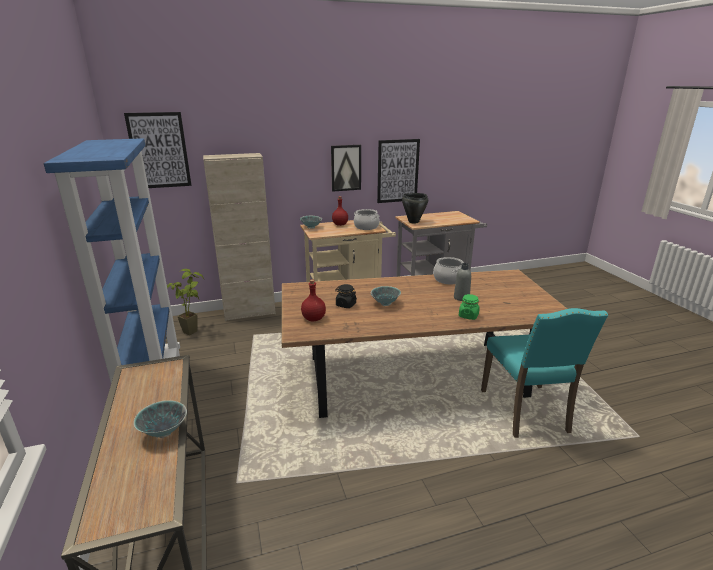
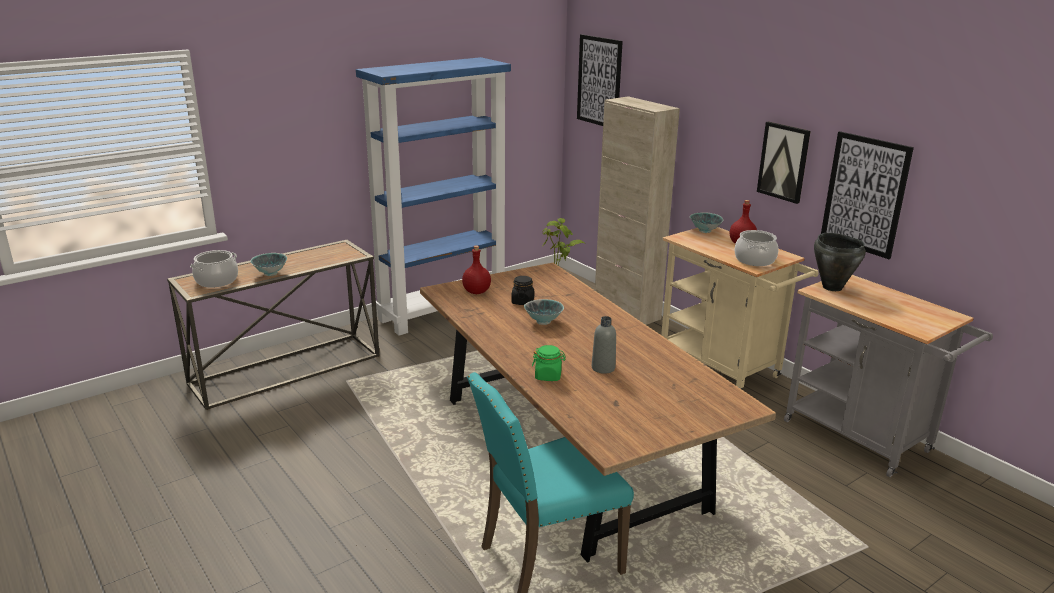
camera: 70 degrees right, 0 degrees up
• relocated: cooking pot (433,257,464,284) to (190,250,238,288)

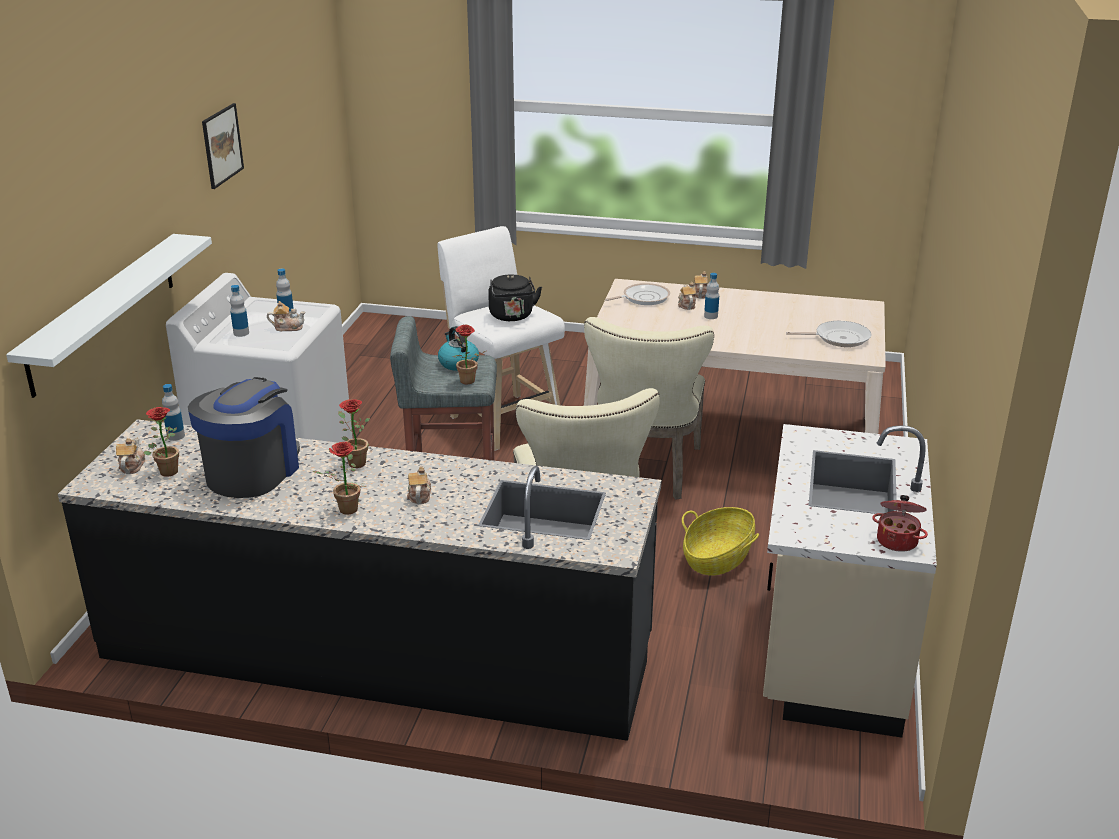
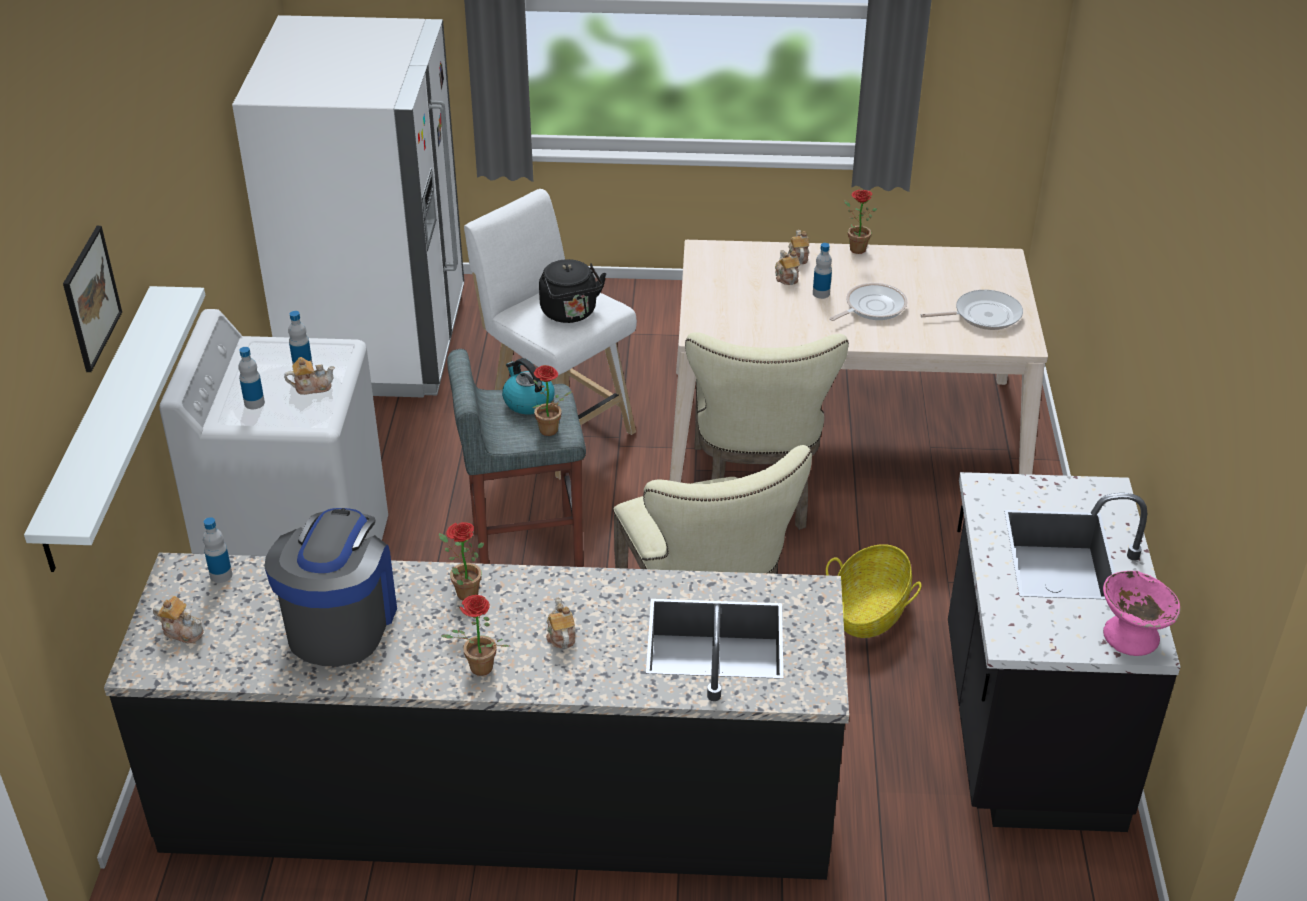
camera: 10 degrees left, 10 degrees up
• relocated: picture (202,103,244,189) to (63,226,122,372)
• relocated: frying pan (605,283,670,305) to (830,283,907,321)
• relocated: potted plant (143,407,179,477) to (844,190,878,254)
• colour: beige counter (763,424,937,738) to black counter (948,472,1181,832)
• spun: teapot (116,437,146,474) = (153,596,204,643) 120 degrees clockwise
• exchanged: cooking pot (872,495,928,552) to pink bowl (1103,571,1180,656)
• appeared: white fridge (232,15,464,398)

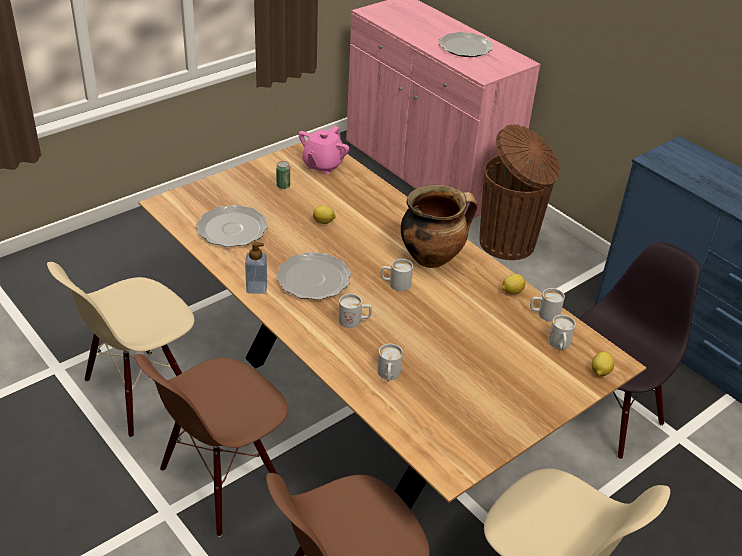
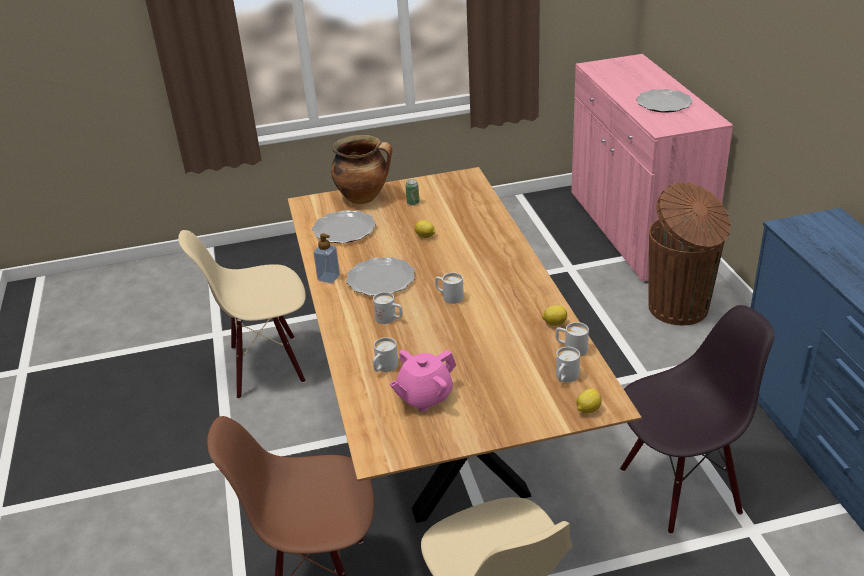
camera: 30 degrees right, 5 degrees down
• relocated: pink teapot (299,126,349,174) to (390,350,456,412)
• relocated: cooking pot (401,185,478,268) to (331,135,392,204)
• missing: brown chair (134,354,288,537)

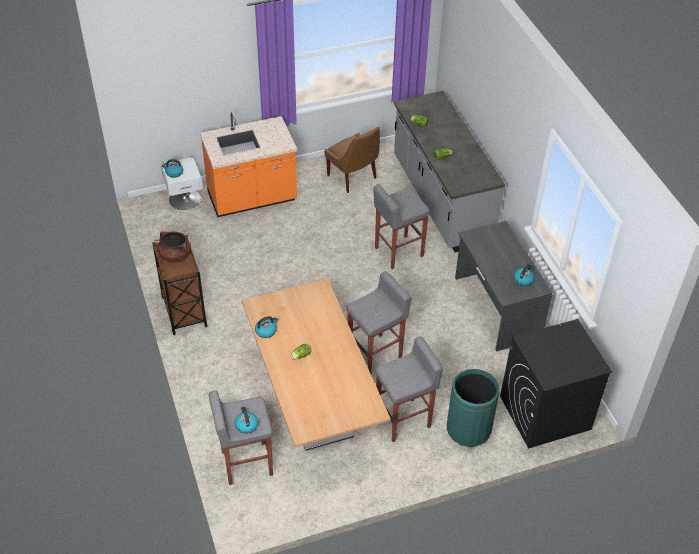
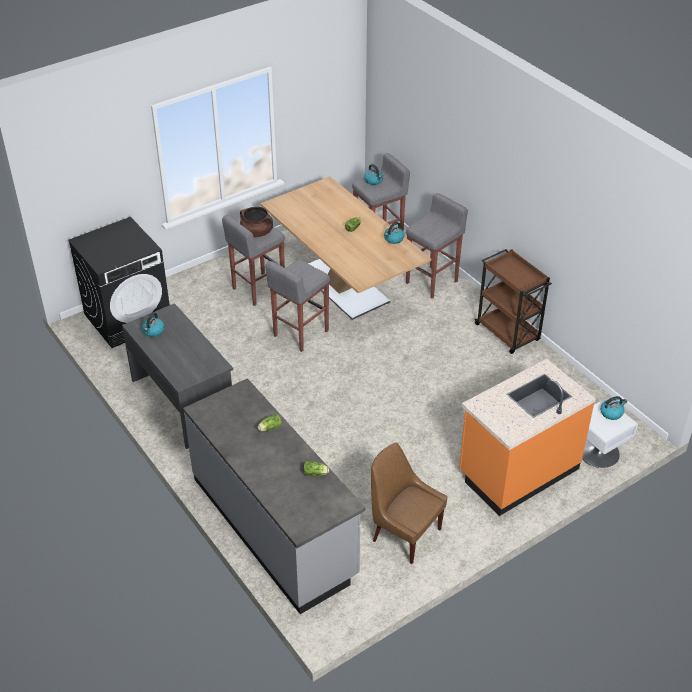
camera: 165 degrees right, 5 degrees down
• relocated: grey stool (373,184,430,269) to (406,193,468,299)
• relocated: brown cooking pot (157,231,191,263) to (240,207,273,237)
• missing: green trash can (447,369,499,447)

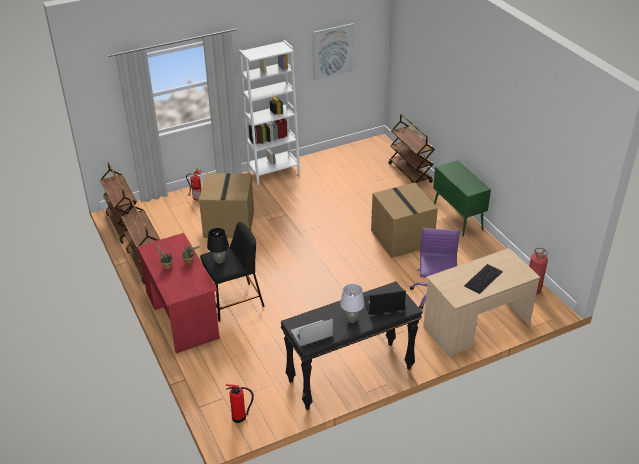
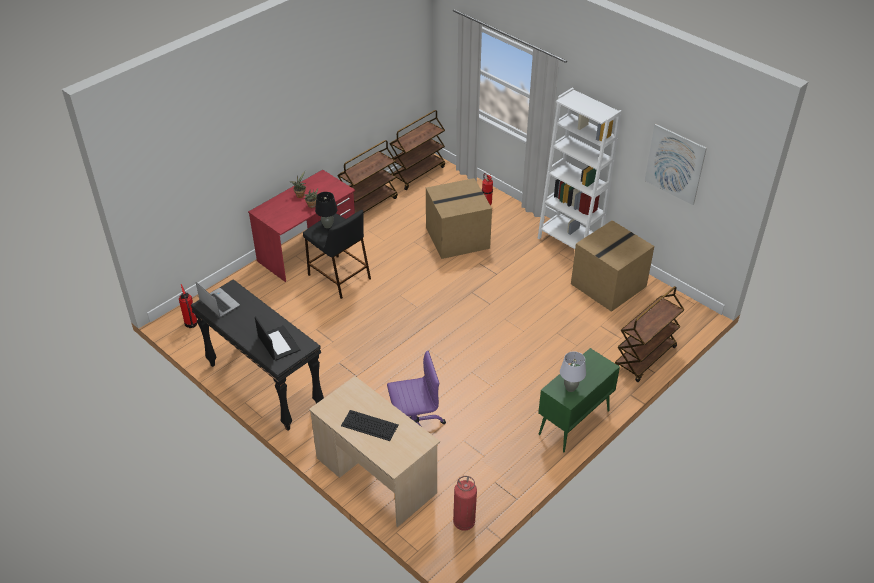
camera: 70 degrees right, 5 degrees up
• relocated: cardboard box (371,183,438,258) to (571,220,654,312)
• relocated: grey table lamp (340,284,365,323) to (560,351,586,392)

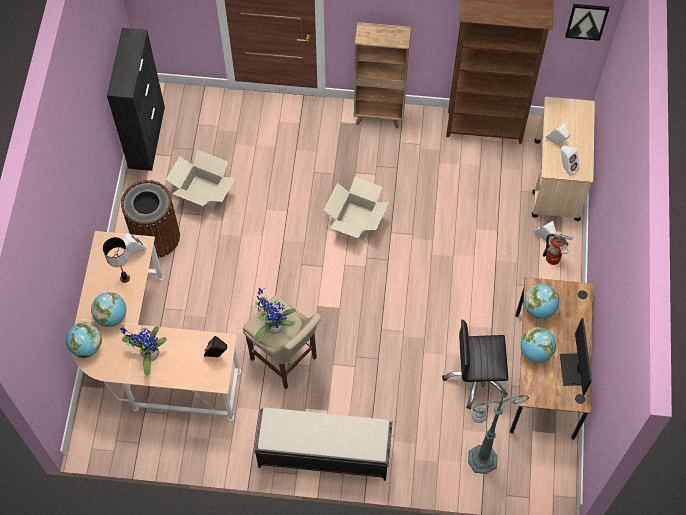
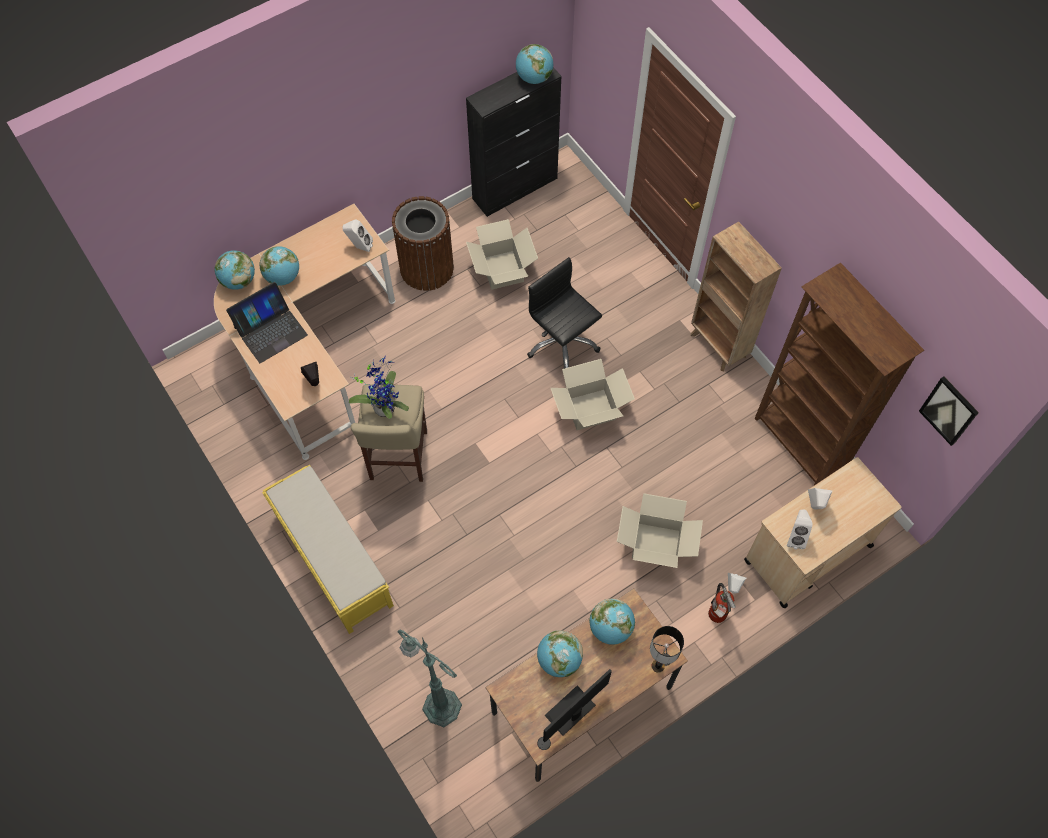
camera: 50 degrees right, 0 degrees up
• relocated: table lamp (103,237,130,283) to (650,626,684,673)
• relocated: black office chair (442,320,508,409) to (527,257,602,369)
• exchanged: potted plant (120,326,167,376) to laptop (226,282,308,363)
• colour: black bench (254,407,393,481) to yellow bench (262,465,394,634)
• appeared: globe (516,44,553,84)
• appeared: cardboard box (617,493,703,568)

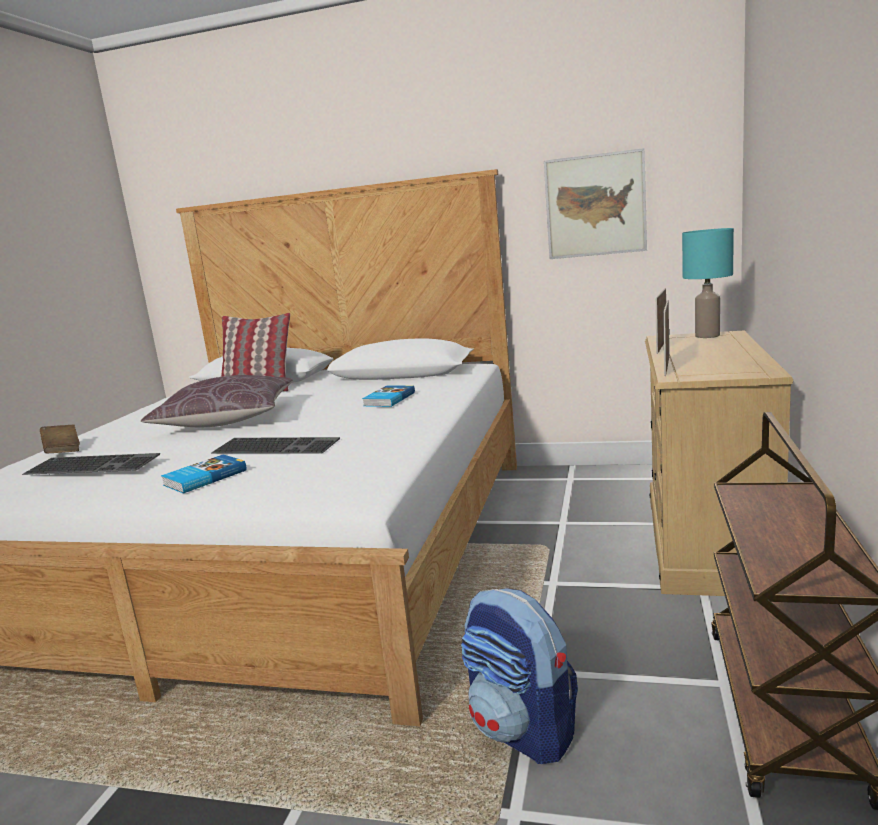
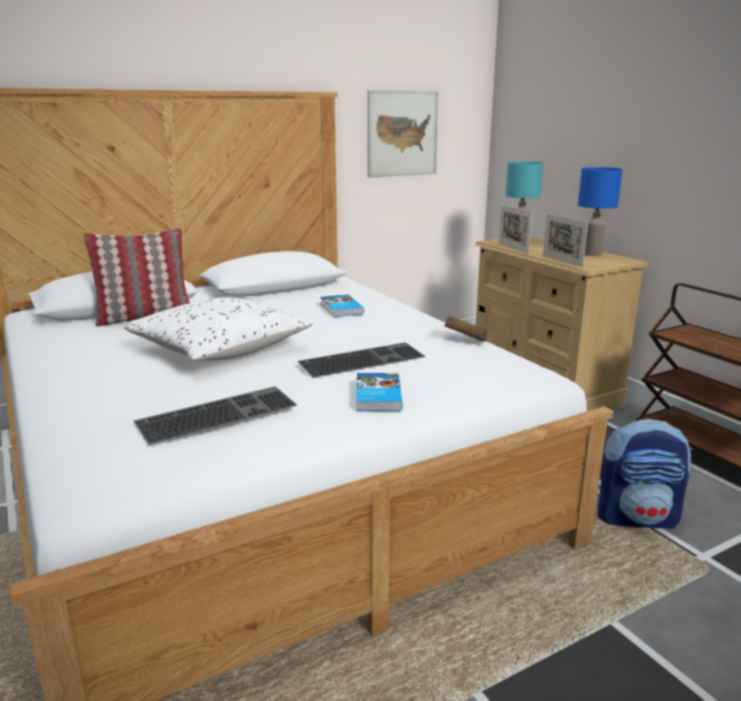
camera: 45 degrees left, 5 degrees up
• colour: brown pillow (141,375,293,427) to white pillow (124,297,313,361)
• relocated: brown book (40,424,80,453) to (444,316,488,342)
• appeared: blue table lamp (578,167,623,256)

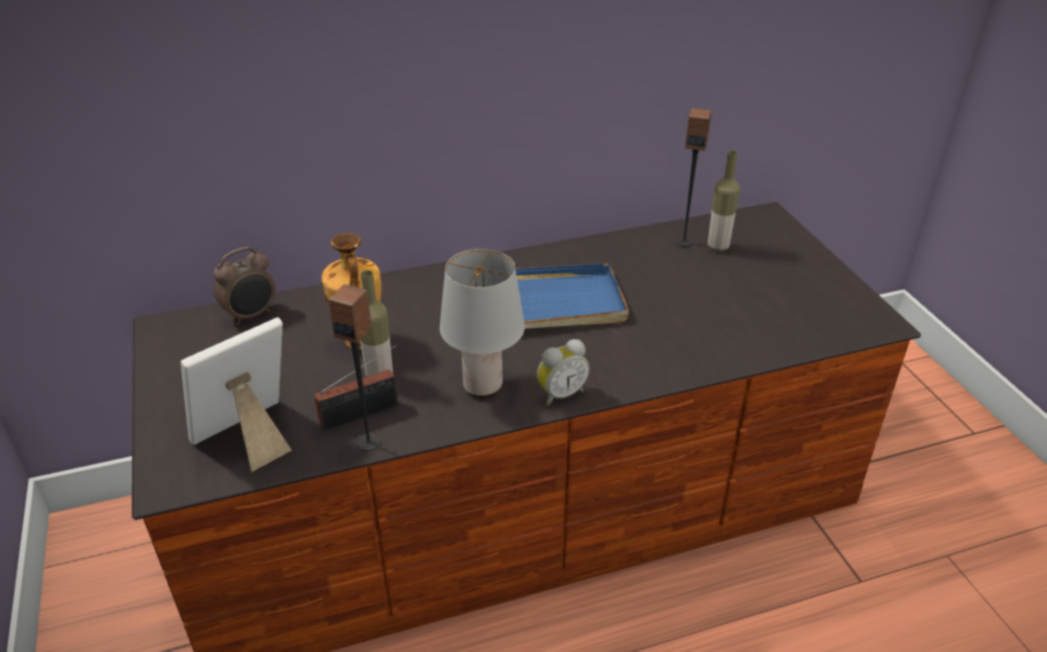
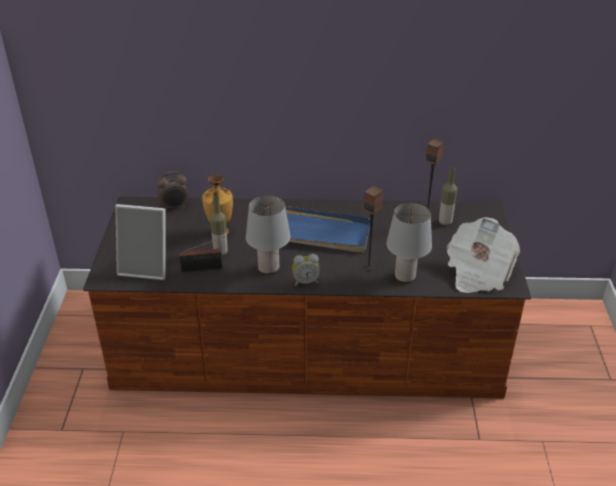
camera: 20 degrees right, 0 degrees up
• relocated: speaker (328,284,381,451) to (363,186,383,271)
• spun: picture frame (181,317,292,472) = (115,204,166,280) 150 degrees counterclockwise
• appeared: grey table lamp (387,203,432,283)
• appeared: newspaper (446,217,520,293)

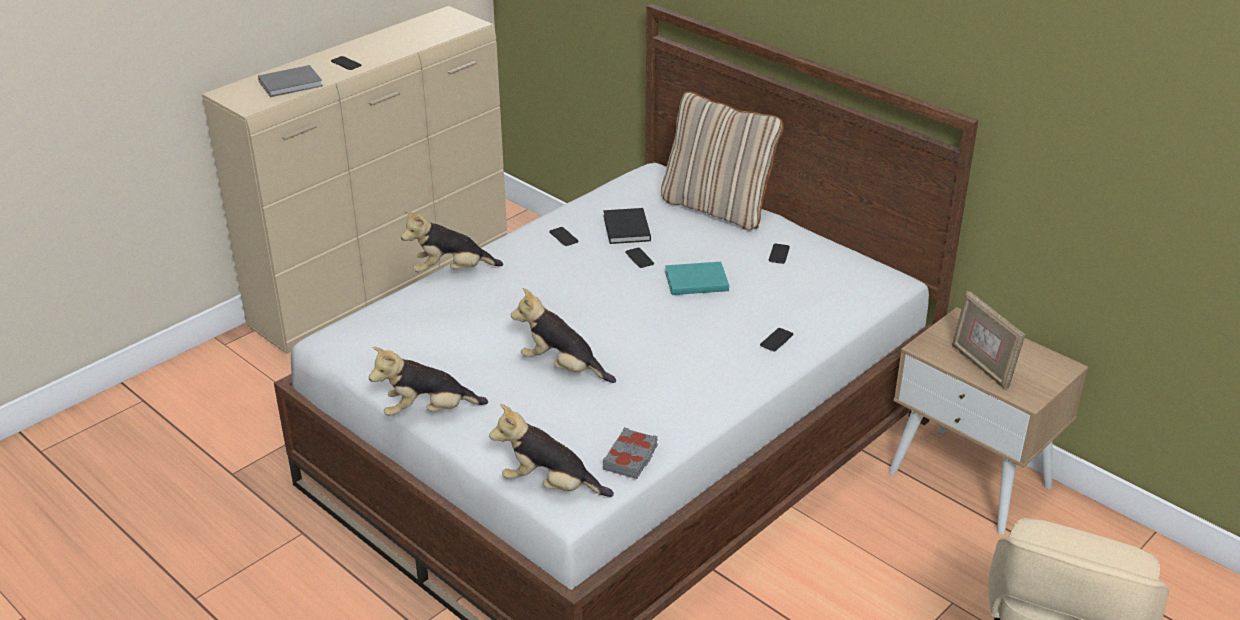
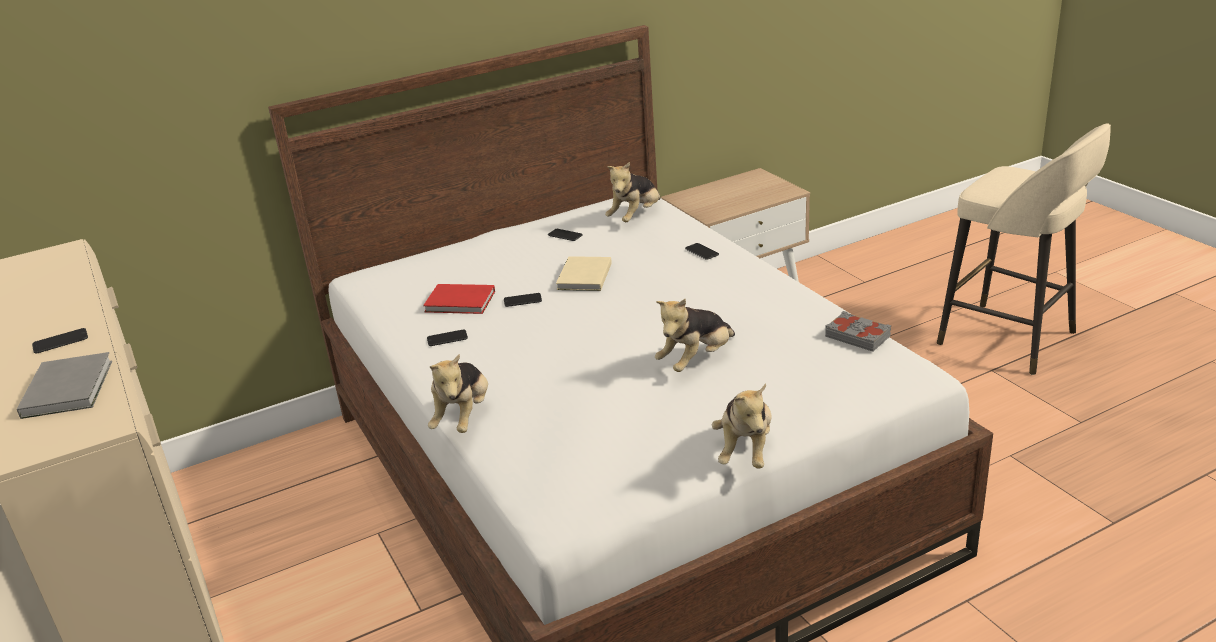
camera: 70 degrees left, 5 degrees down
• missing: beige pillow (661,91,784,230)
• colour: black book (603,208,651,244) to red book (423,284,495,314)
• colour: turquoise book (665,262,729,295) to beige book (556,256,612,291)
• missing: picture frame (952,291,1025,390)
• relocated: plush toy (489,404,614,497) to (605,162,660,222)

